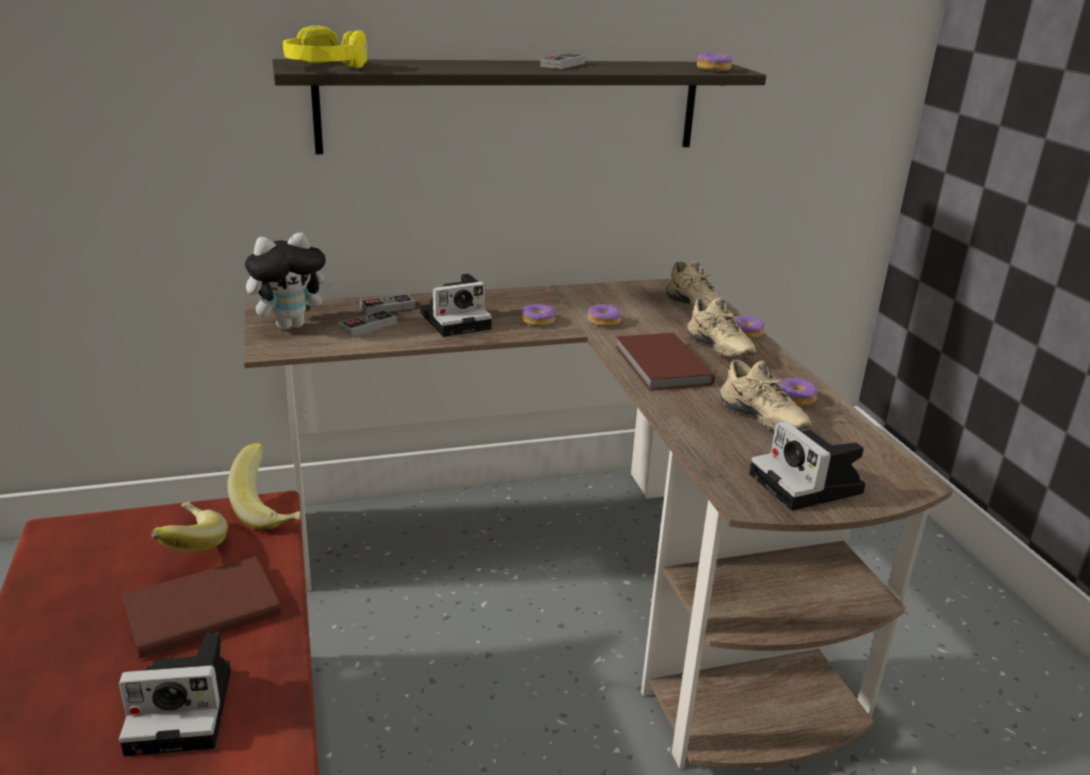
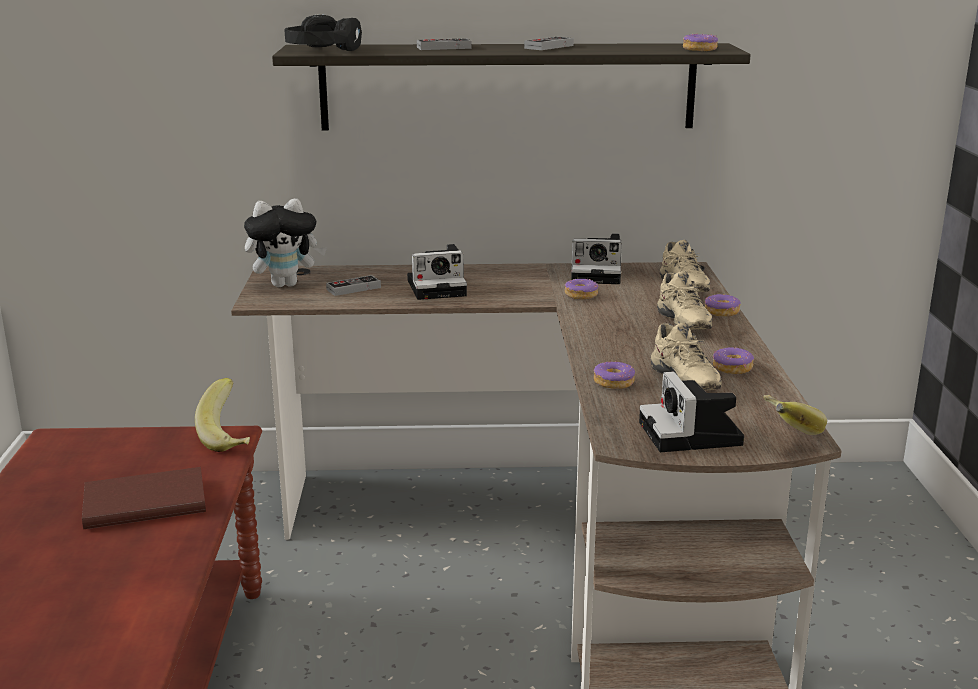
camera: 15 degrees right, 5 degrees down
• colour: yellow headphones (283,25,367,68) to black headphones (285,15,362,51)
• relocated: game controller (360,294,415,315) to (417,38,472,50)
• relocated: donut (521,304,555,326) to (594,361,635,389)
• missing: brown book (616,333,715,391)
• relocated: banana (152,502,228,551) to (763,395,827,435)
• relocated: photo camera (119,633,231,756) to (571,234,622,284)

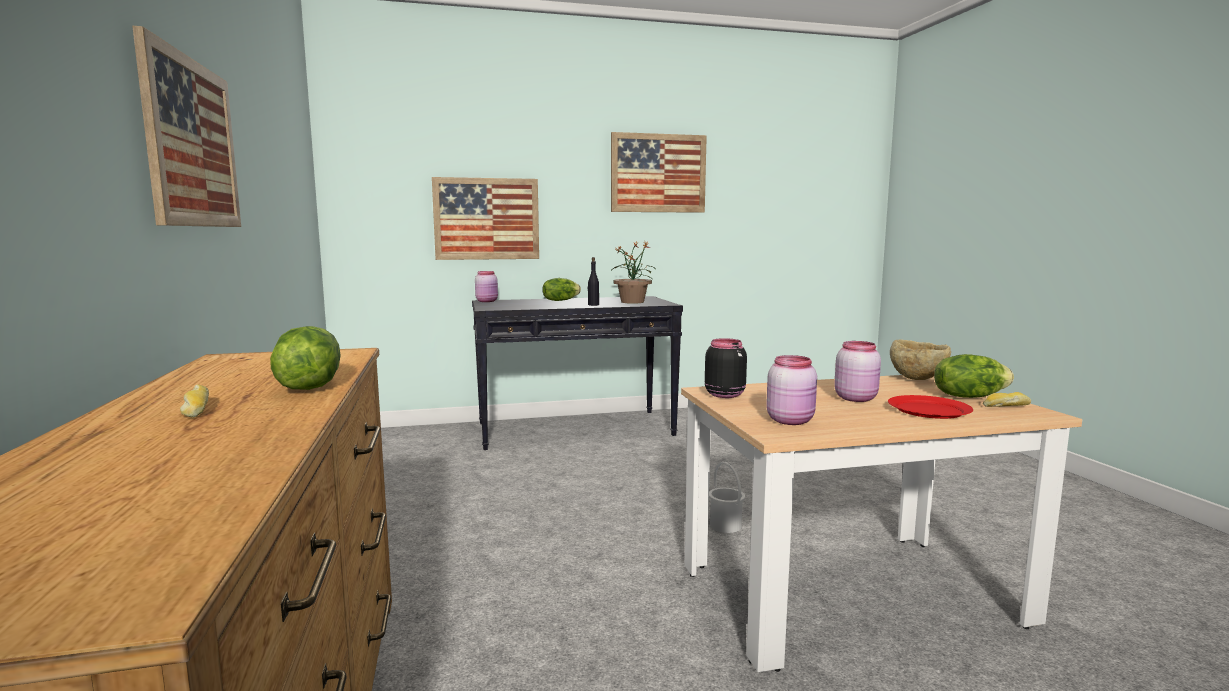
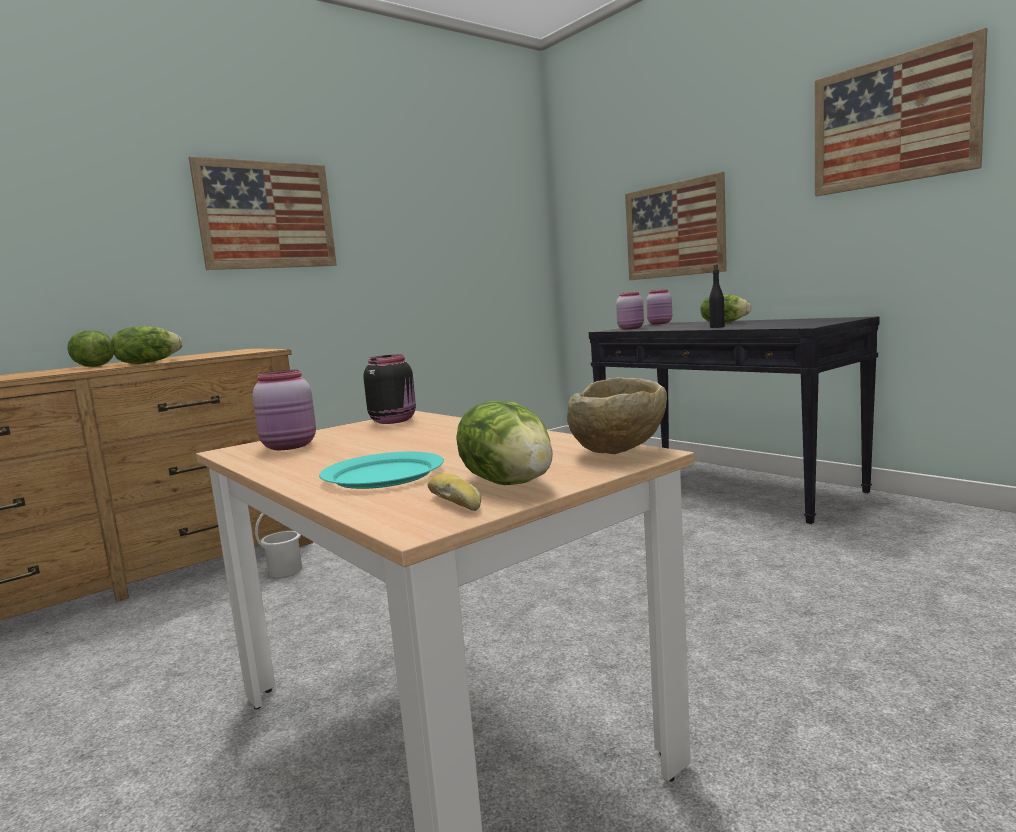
camera: 65 degrees right, 0 degrees up
• missing: potted plant (612,242,656,304)
• relocated: pink jar (834,341,881,402) to (616,292,644,330)
• exchanged: bread (180,384,209,417) to lettuce (68,330,114,367)
• colour: red plate (888,395,973,419) to turquoise plate (319,452,444,489)
• relocated: white bucket (709,462,745,533) to (255,513,302,577)

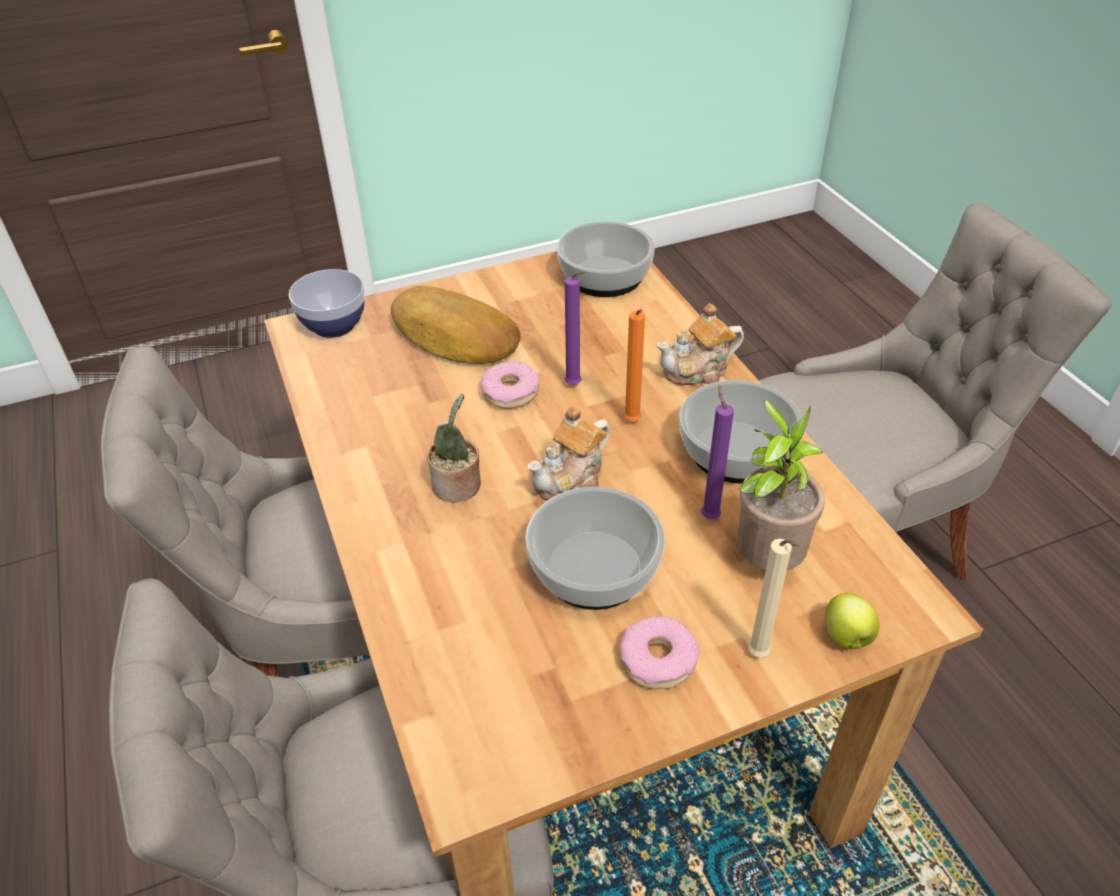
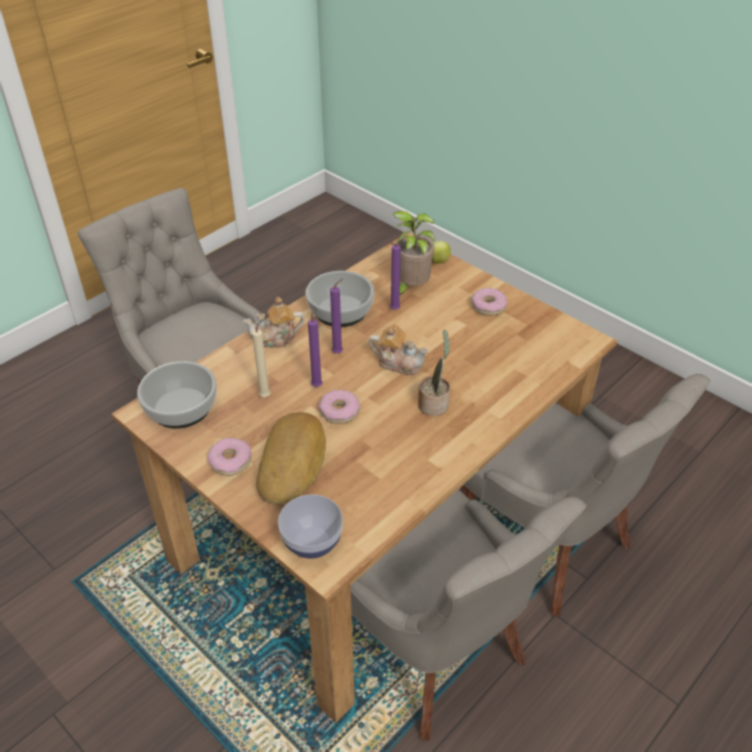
camera: 115 degrees left, 0 degrees up
• spun: teapot (657,303,744,385) = (243,297,305,348) 120 degrees clockwise
• colour: orange candle (623,309,645,421) to purple candle (330,279,343,353)
• missing: bowl (525,487,665,610)
• relocated: beige candle (748,539,800,657) to (252,319,270,397)
• appeared: donut (208,438,252,476)

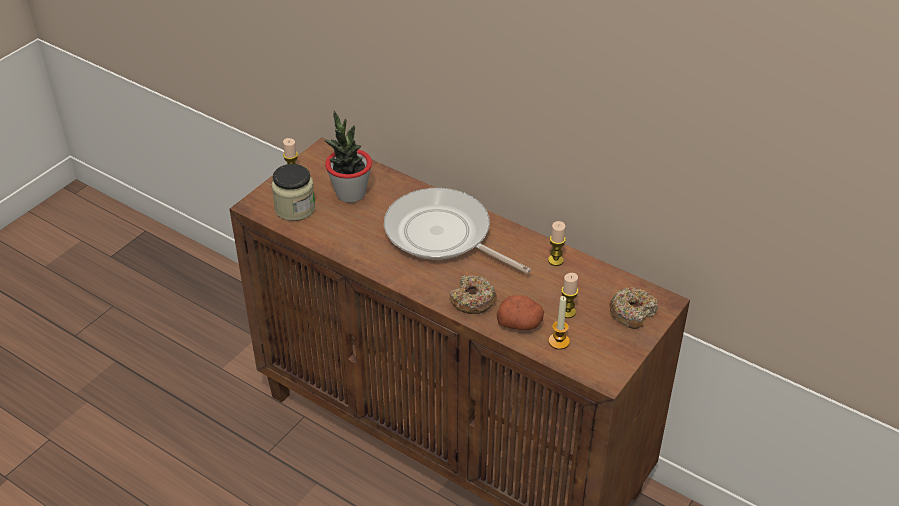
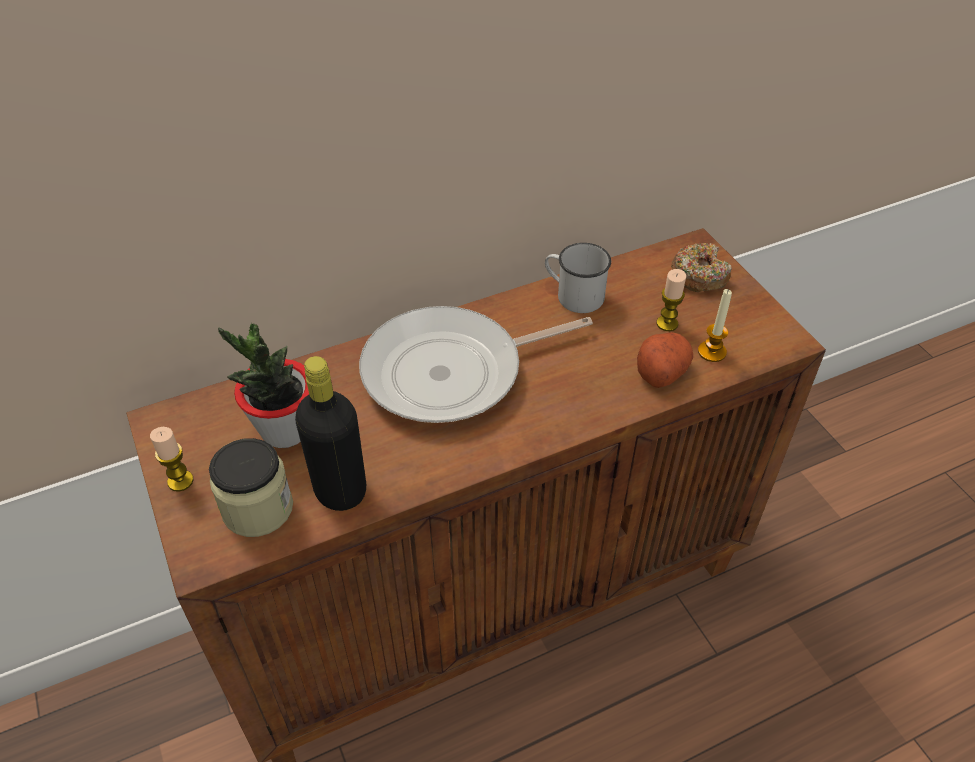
camera: 60 degrees left, 5 degrees up
• exchanged: candle (548,221,566,266) to white mug (545,243,611,313)
• missing: donut (449,275,497,314)
• appeared: black bottle (295,356,366,511)

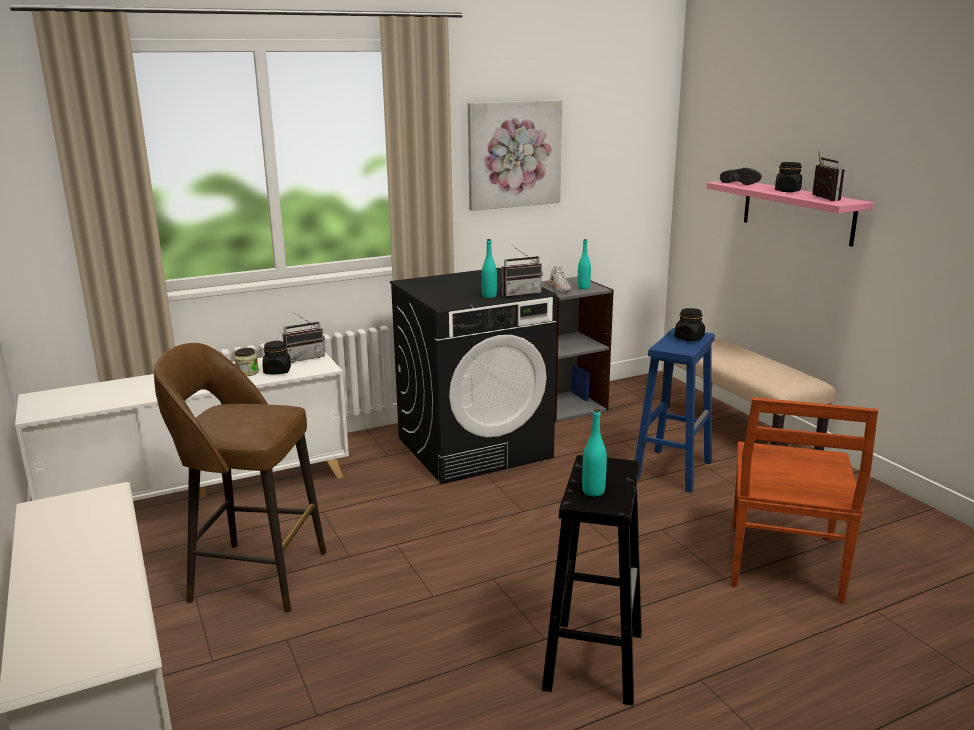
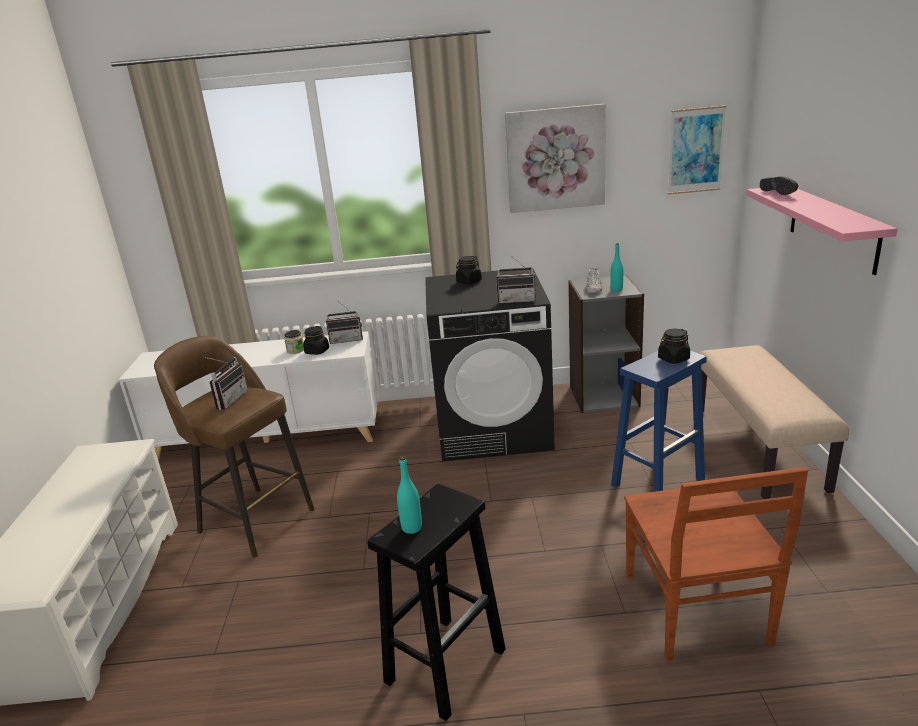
camera: 25 degrees right, 5 degrees up
• relocated: radio (812,153,845,201) to (205,357,248,410)
• relocated: black jar (775,162,802,192) to (456,256,482,284)
• missing: turquoise bottle (482,239,497,298)
• spun: brown chair (731,397,878,603) = (624,467,808,662) 45 degrees counterclockwise
• appeared: picture (668,106,727,195)

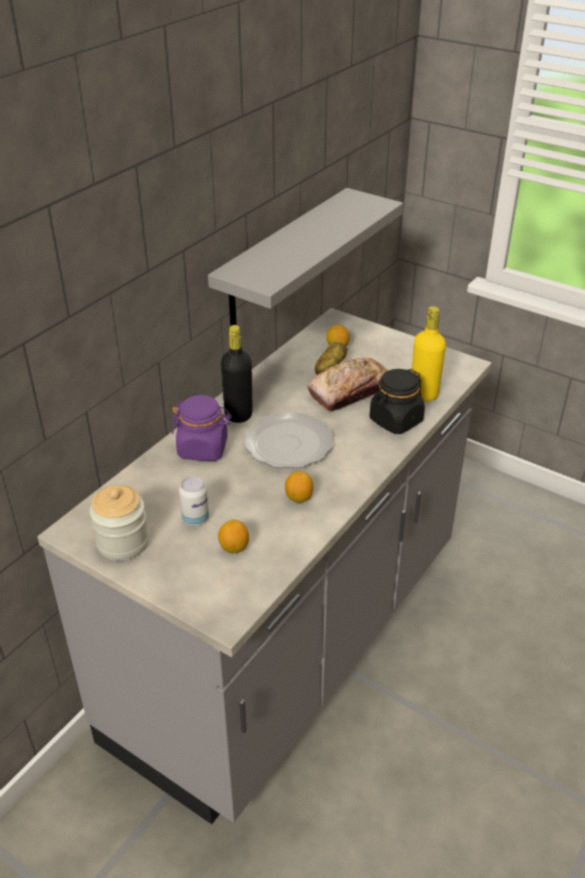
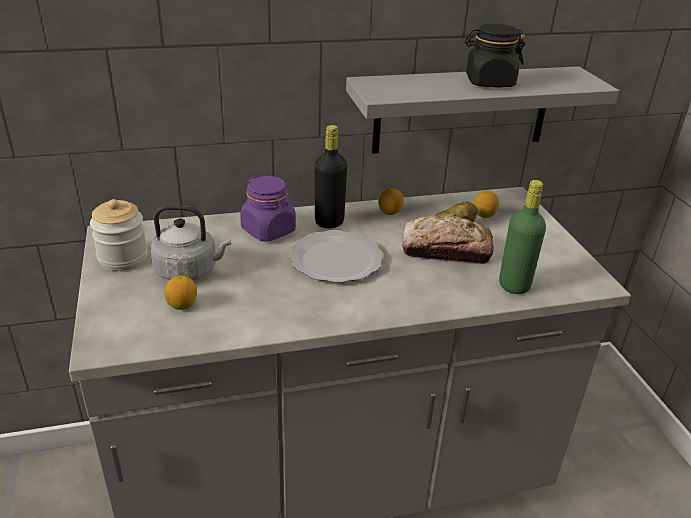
camera: 40 degrees right, 5 degrees down
• colour: yellow bottle (412,306,446,402) to green bottle (499,180,546,294)
• relocated: black jar (370,369,425,434) to (465,24,525,87)
• relocated: lemon (285,471,313,503) to (378,188,404,215)
• exchanged: can (179,476,209,526) to grey kettle (150,204,231,280)

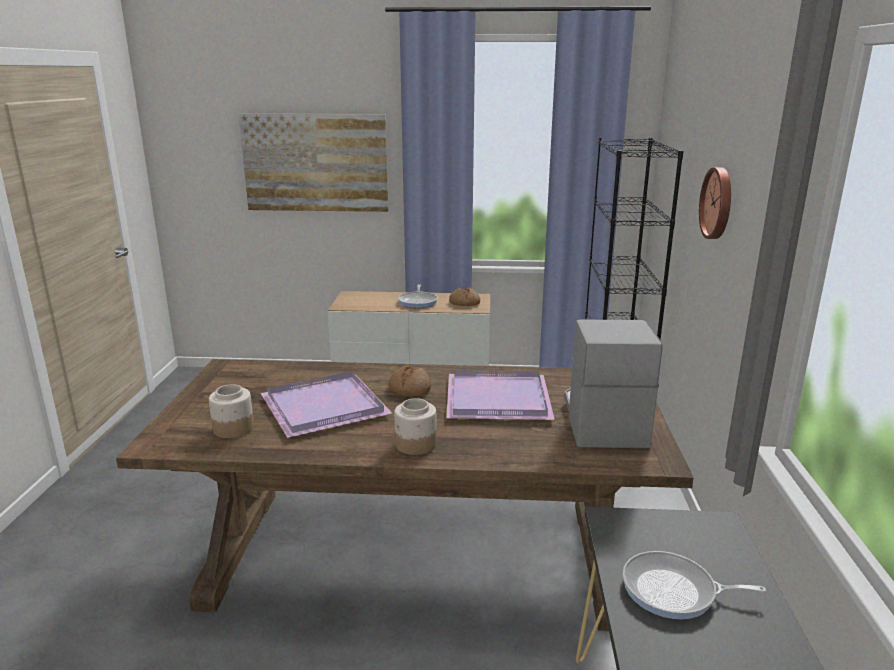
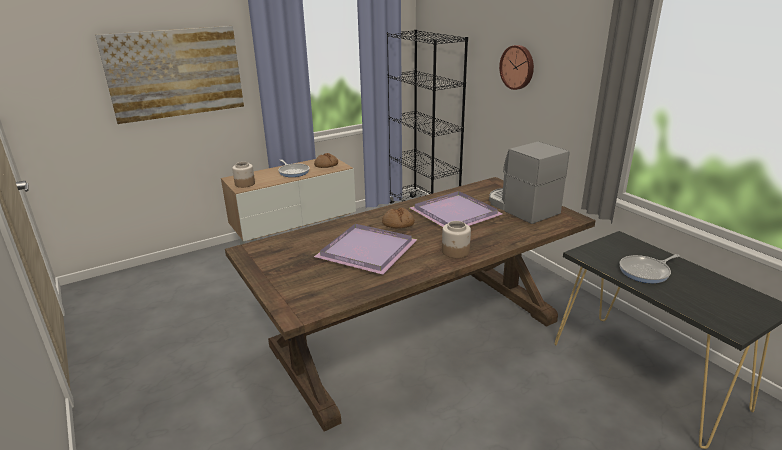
camera: 35 degrees left, 5 degrees up
• relocated: jar (209,384,254,438) to (232,162,255,188)

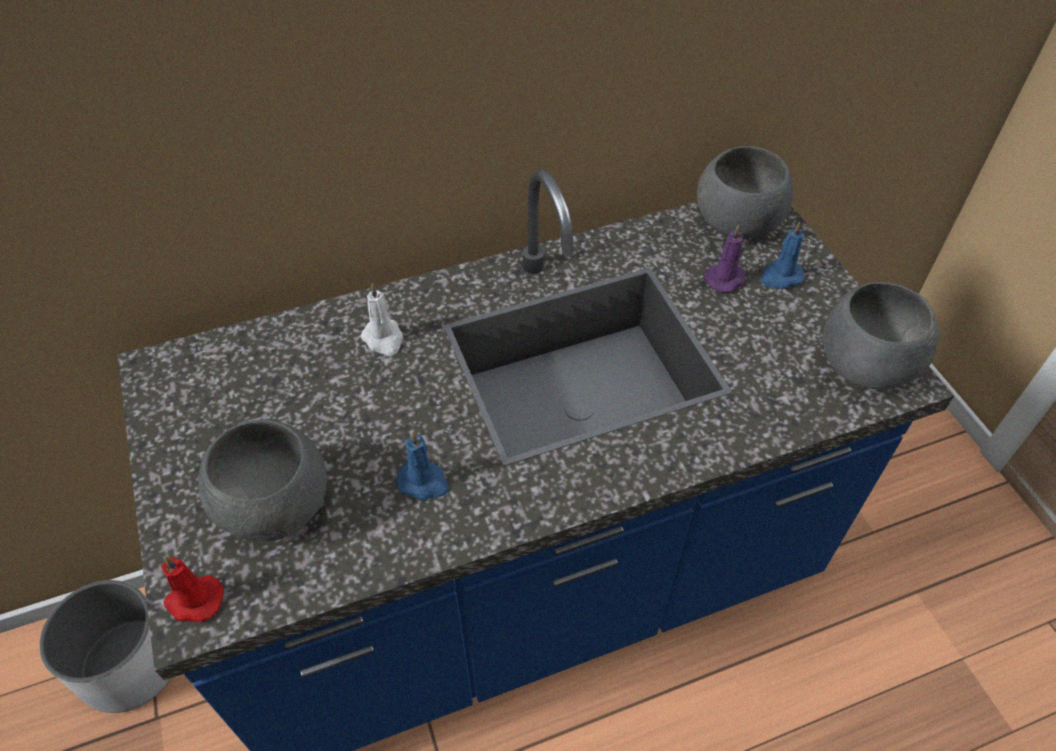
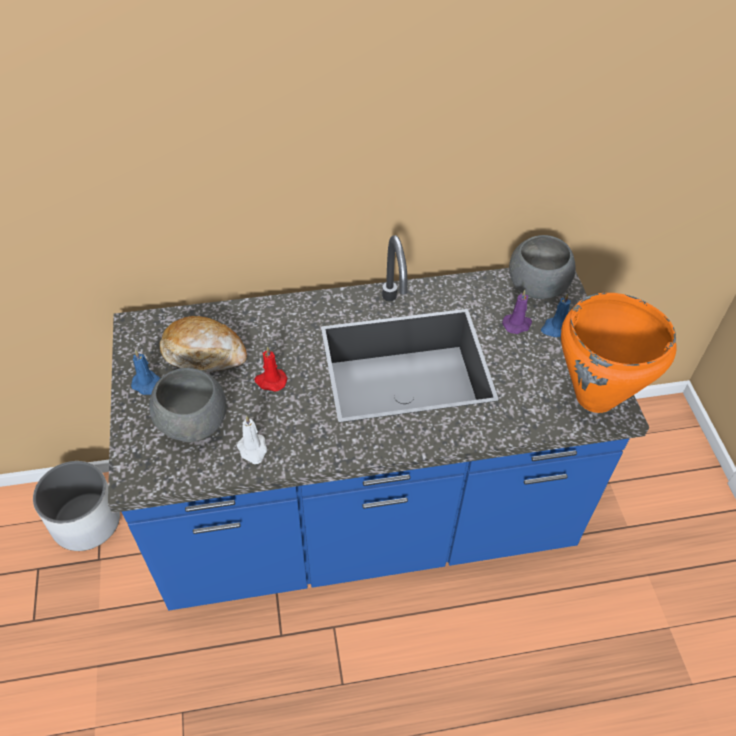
camera: 10 degrees right, 0 degrees up
• exchanged: grey bowl (823,282,940,390) to orange cooking pot (561,293,677,413)
• relocated: white candle (360,283,403,356) to (237,416,267,464)
• relocated: blue candle (396,431,449,500) to (131,350,160,395)
• relocated: red candle (161,556,224,622) to (255,347,287,392)
• appeared: bread (160,316,247,372)

